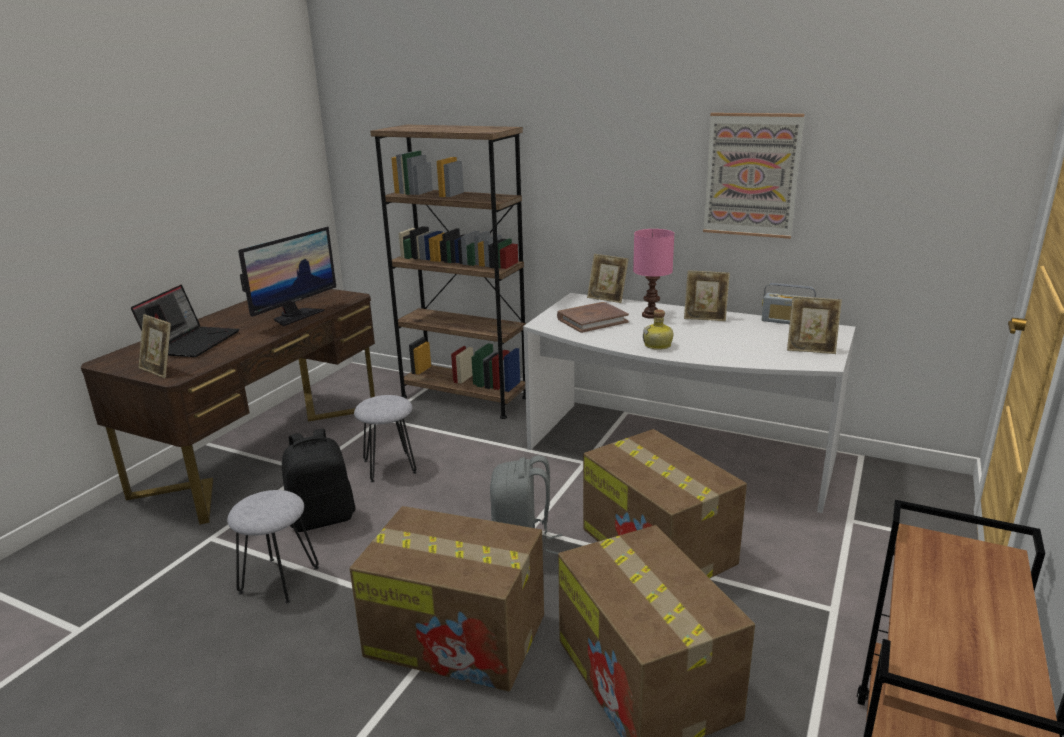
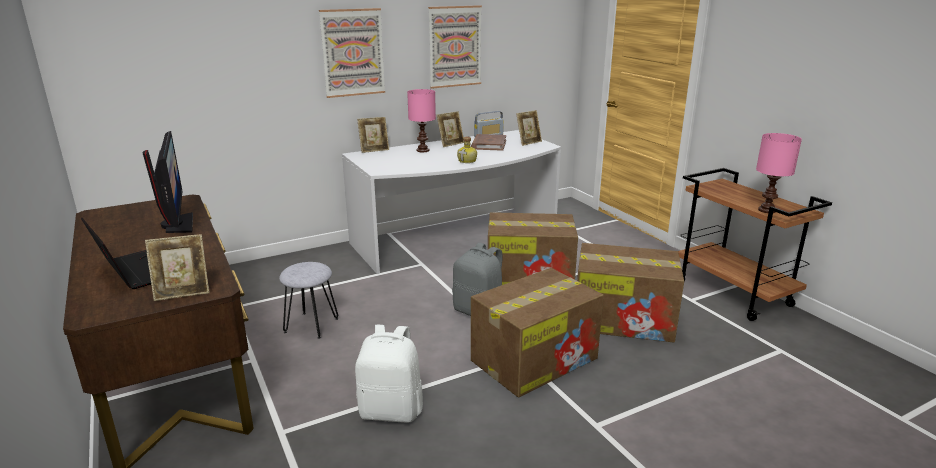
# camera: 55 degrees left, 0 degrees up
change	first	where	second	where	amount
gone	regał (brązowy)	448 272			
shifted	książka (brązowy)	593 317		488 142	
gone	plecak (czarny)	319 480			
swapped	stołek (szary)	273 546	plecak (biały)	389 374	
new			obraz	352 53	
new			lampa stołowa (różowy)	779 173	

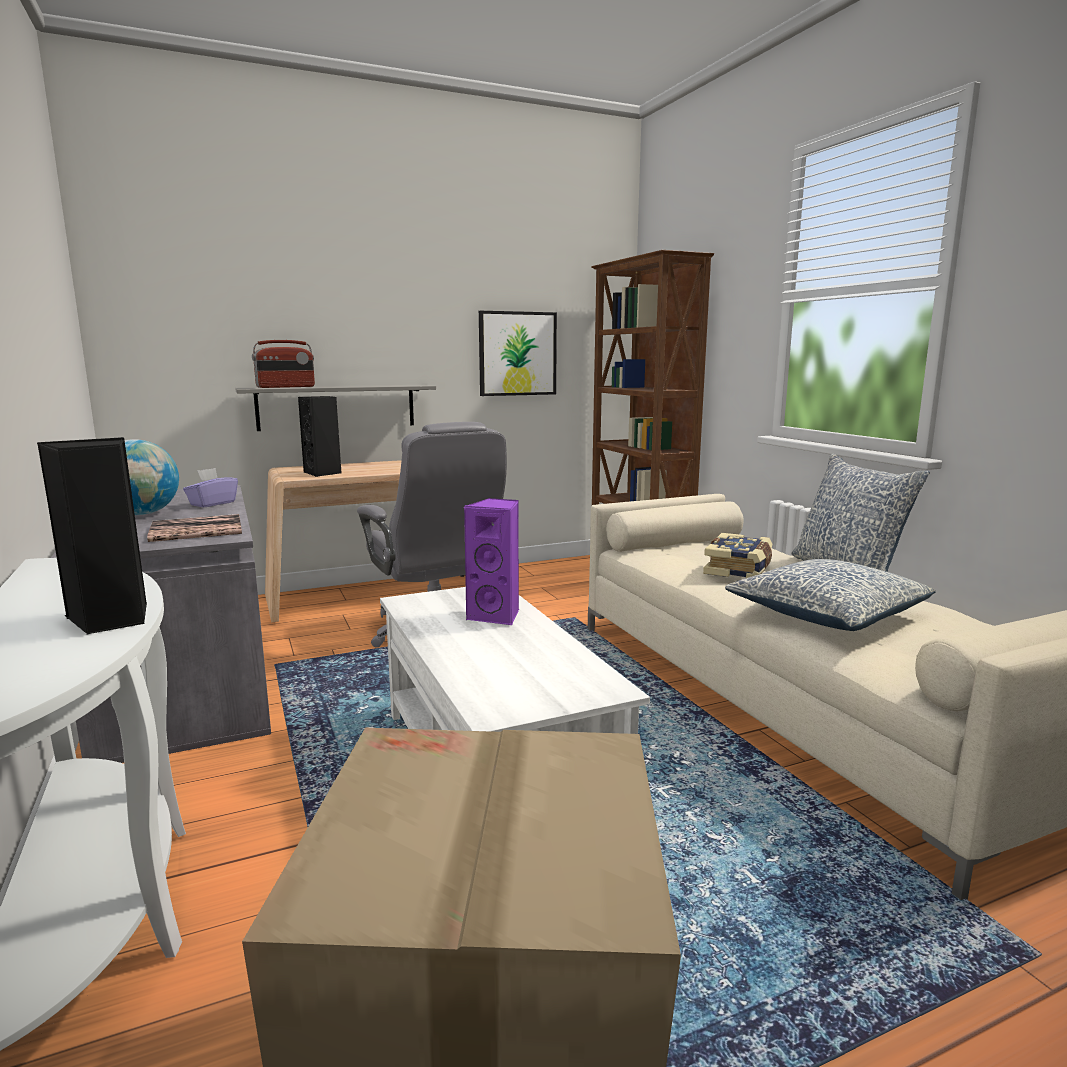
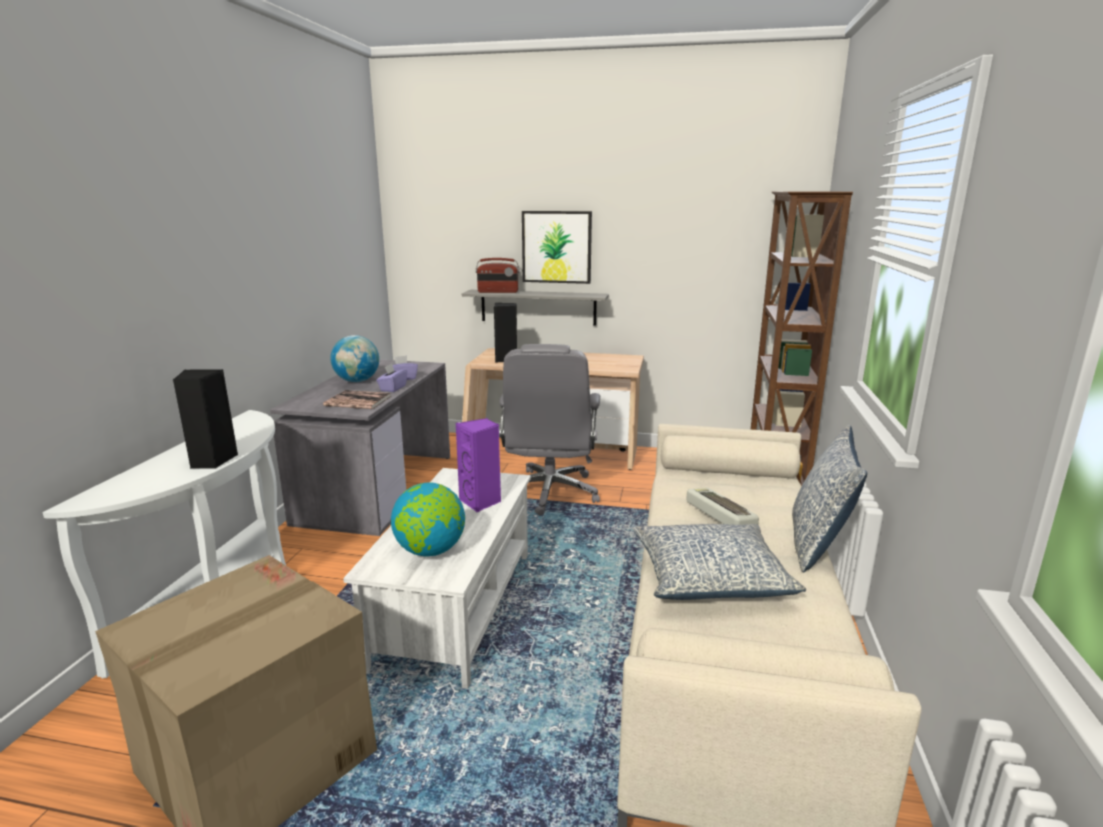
# camera: 35 degrees right, 5 degrees up
change	first	where	second	where	amount
shifted	obraz	518 353		557 247	
swapped	książka	737 555	klawiatura	722 506	
new			pudełko chusteczek (fioletowy)	391 378	
new			globus	428 519	

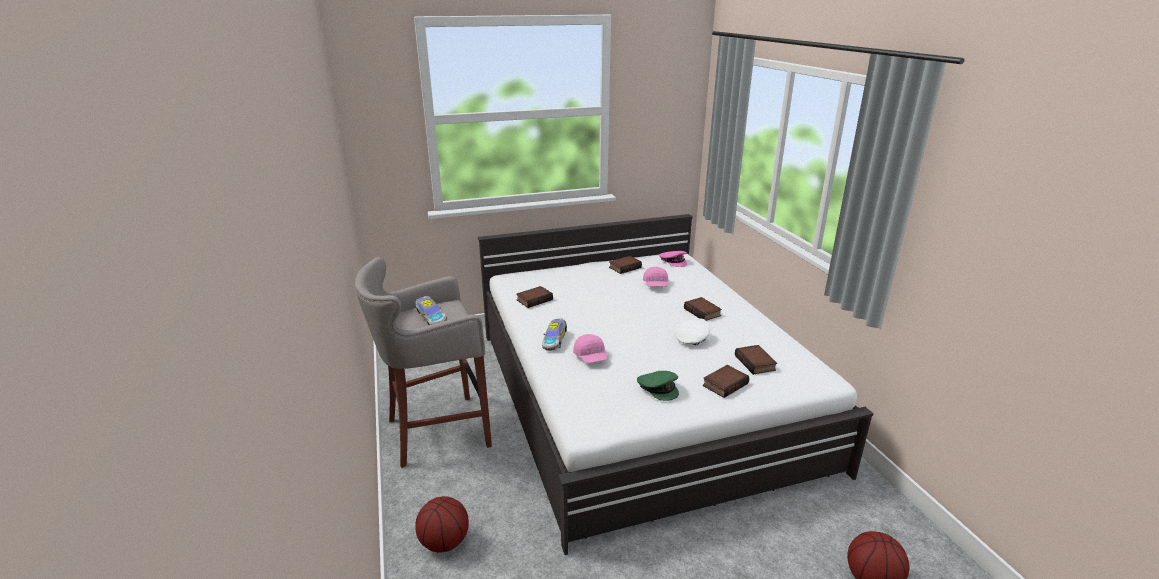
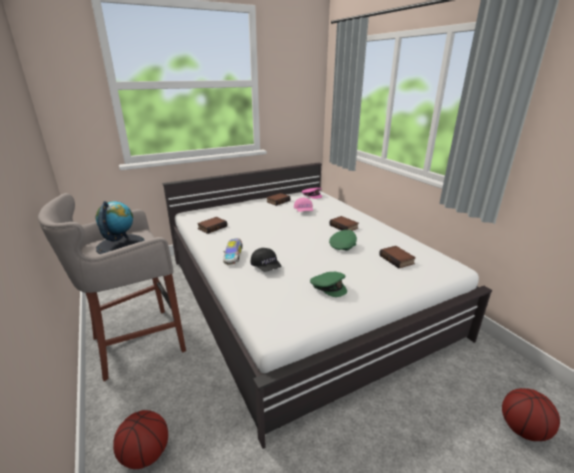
# camera: 10 degrees left, 0 degrees up
change	first	where	second	where	amount
swapped	samochodzik	431 310	globus	120 227	
repainted	czapka z daszkiem (biały)	693 332	czapka z daszkiem (zielony)	343 240	
repainted	czapka z daszkiem (różowy)	590 348	czapka z daszkiem (czarny)	266 260	
gone	książka	726 381			

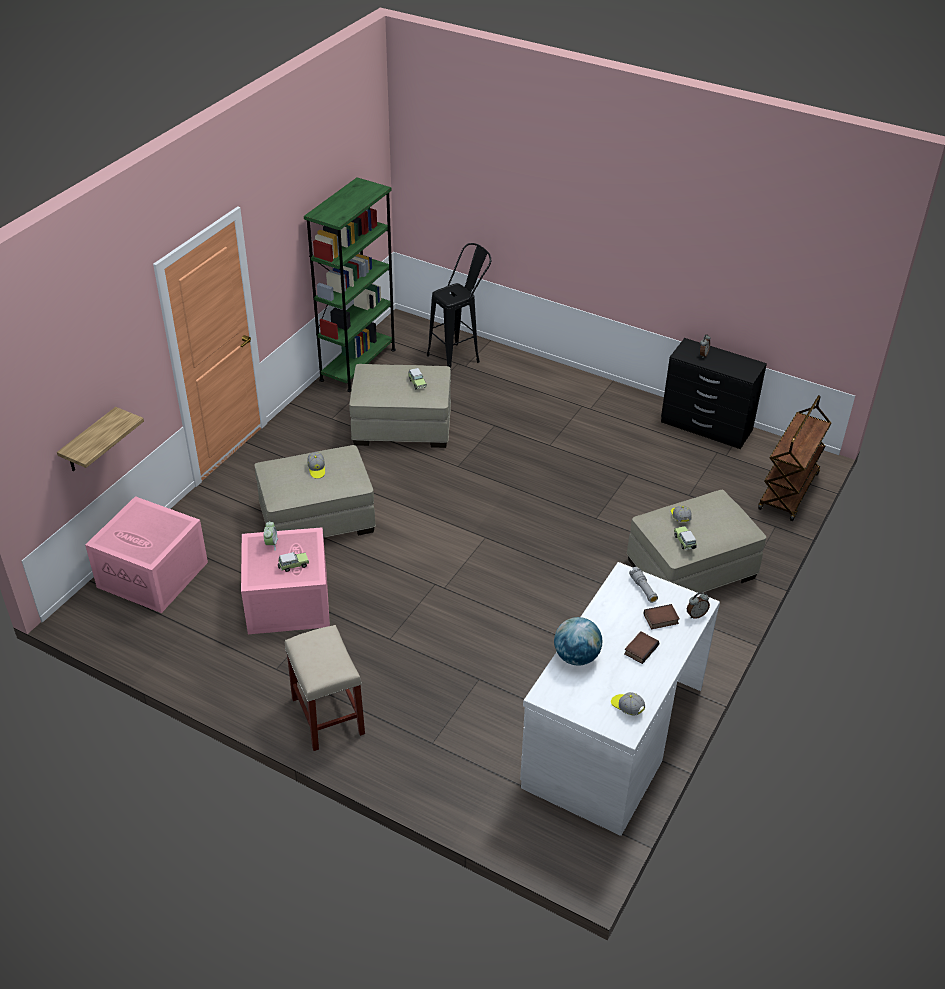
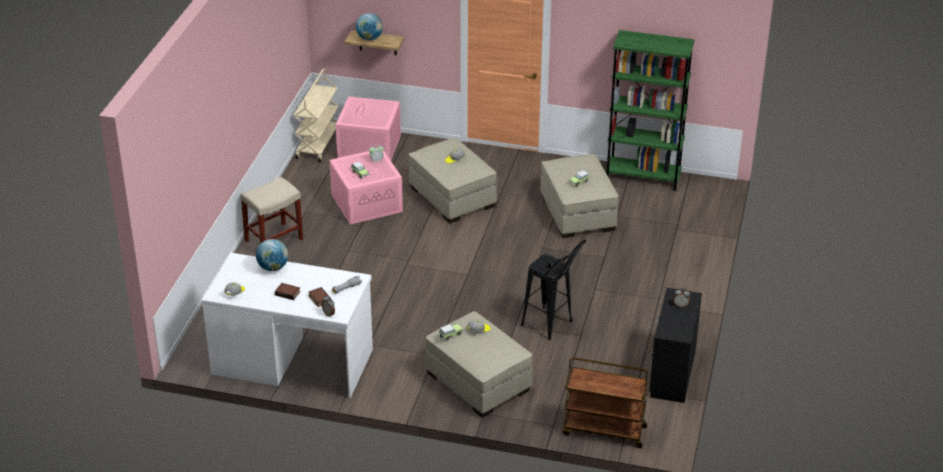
# camera: 75 degrees right, 5 degrees down
change	first	where	second	where	amount
shifted	stołek (czarny)	459 305		553 289	
new			globus	369 27	
new			wózek (beżowy)	316 115	

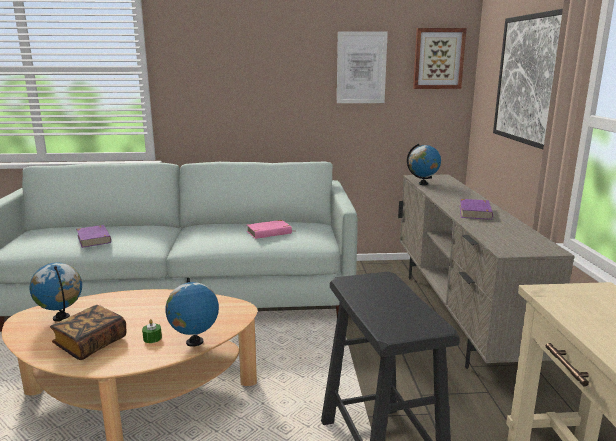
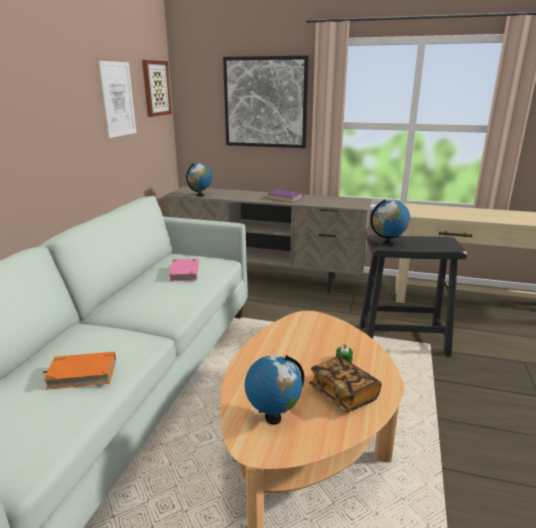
# camera: 70 degrees left, 5 degrees up
change	first	where	second	where	amount
repainted	książka (fioletowy)	93 236	książka (pomarańczowy)	79 371	
shifted	globus	192 312		390 222	

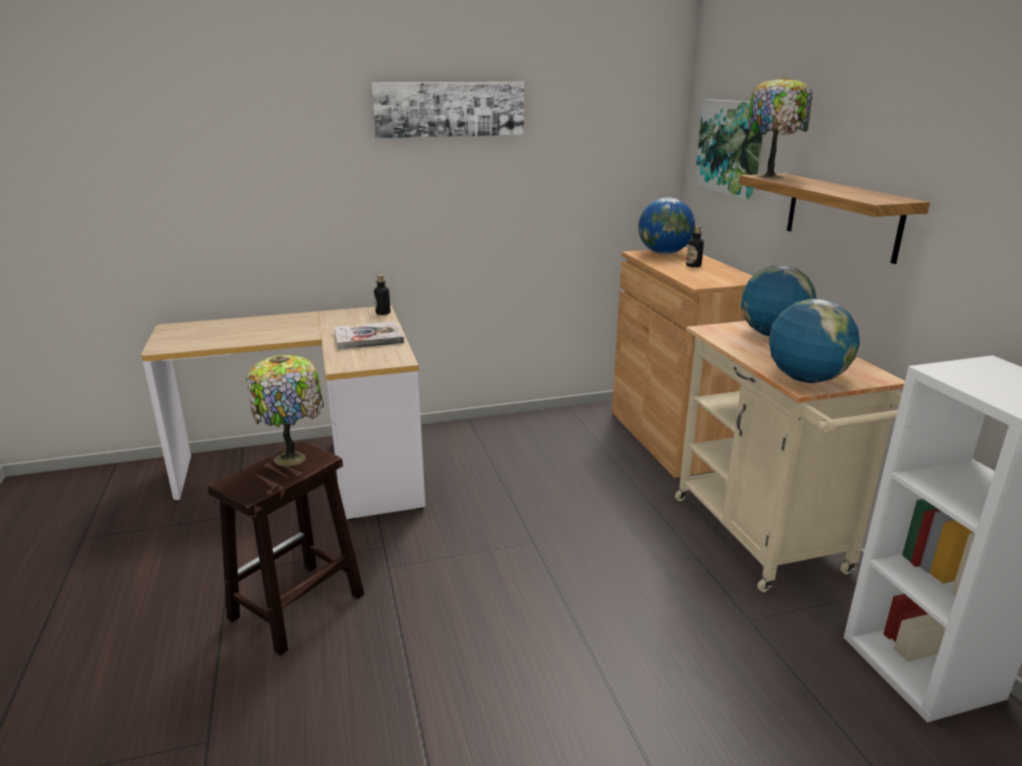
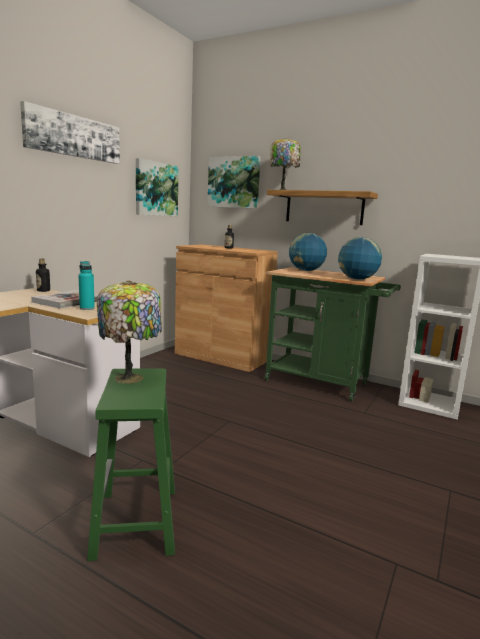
# camera: 45 degrees left, 10 degrees down
change	first	where	second	where	amount
gone	globus	666 225			
repainted	wózek (beżowy)	790 456	wózek (zielony)	333 334	
repainted	stołek (brązowy)	286 548	stołek (zielony)	131 465	
new			obraz	157 187	
new			butelka (turkusowy)	86 285	

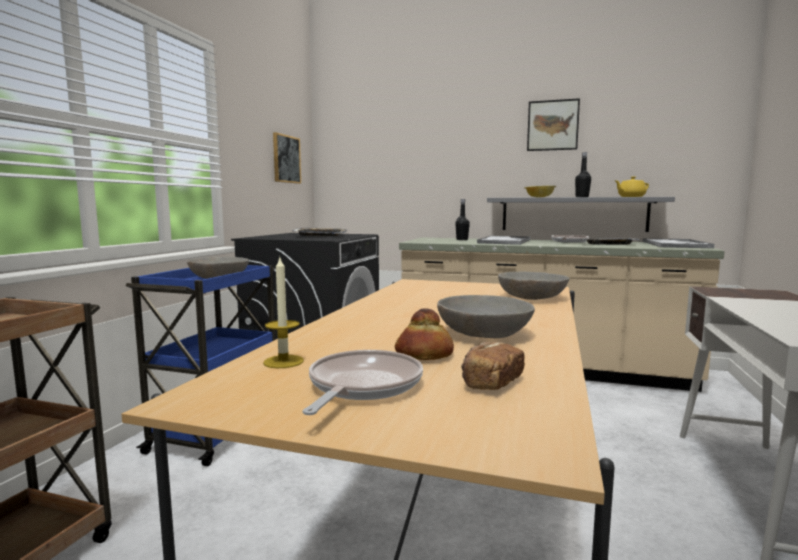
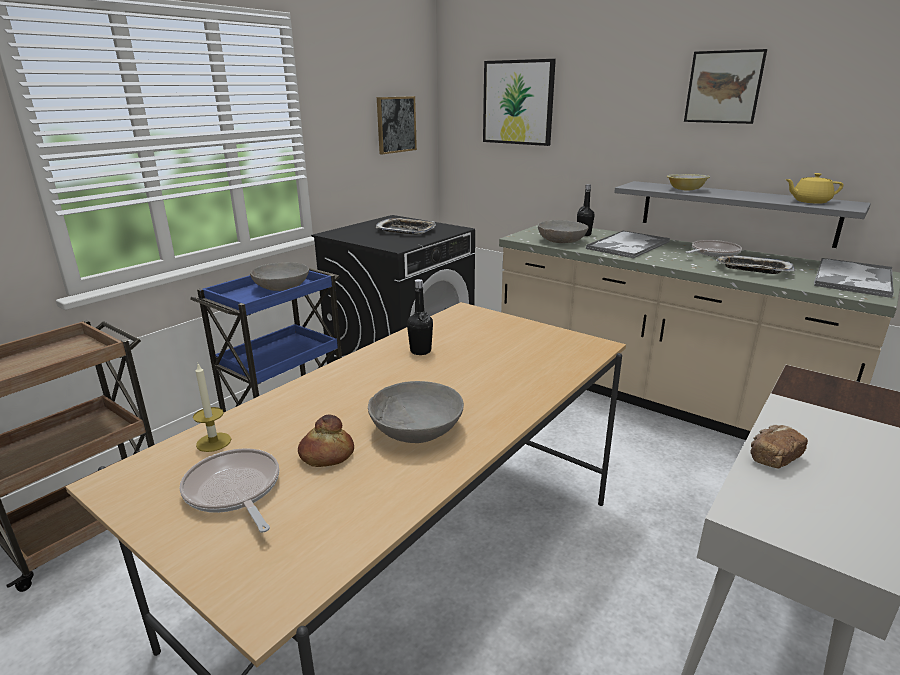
# camera: 20 degrees right, 15 degrees up
change	first	where	second	where	amount
shifted	butelka (czarny)	583 174		420 317	
shifted	miska (szary)	533 285		563 231	
shifted	chleb	493 366		779 447	
rotated	patelnia	362 382		229 490	75 degrees counterclockwise
new			obraz	519 102	

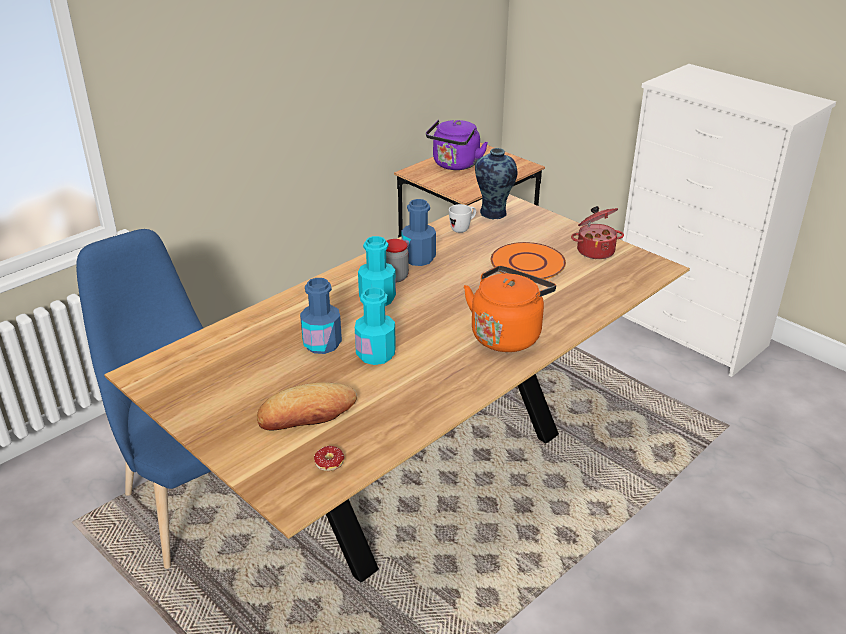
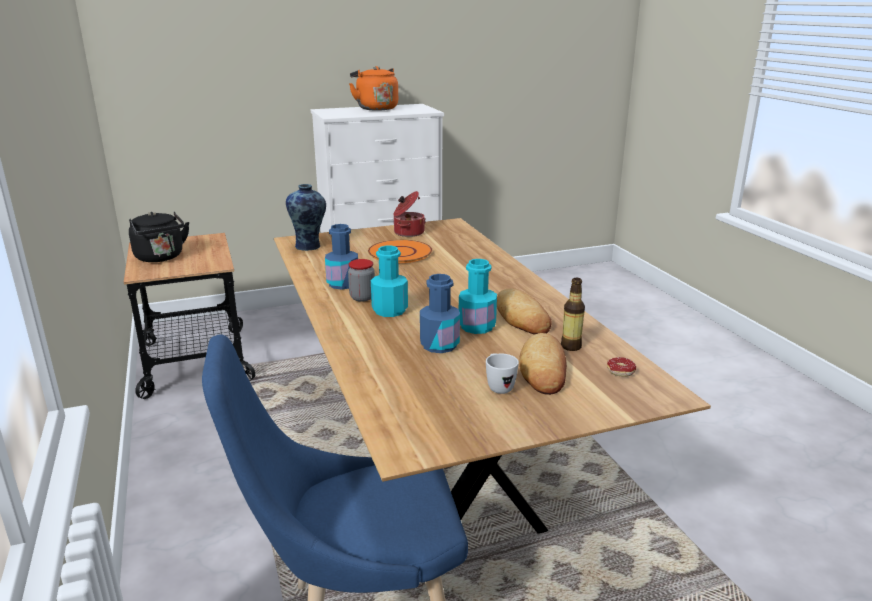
# camera: 65 degrees left, 10 degrees down
change	first	where	second	where	amount
repainted	czajnik (fioletowy)	457 145	czajnik (czarny)	159 236	
shifted	kubek (biały)	462 218		502 373	
shifted	czajnik (pomarańczowy)	510 309		373 88	
new			butelka	573 314	
new			chleb	524 311	

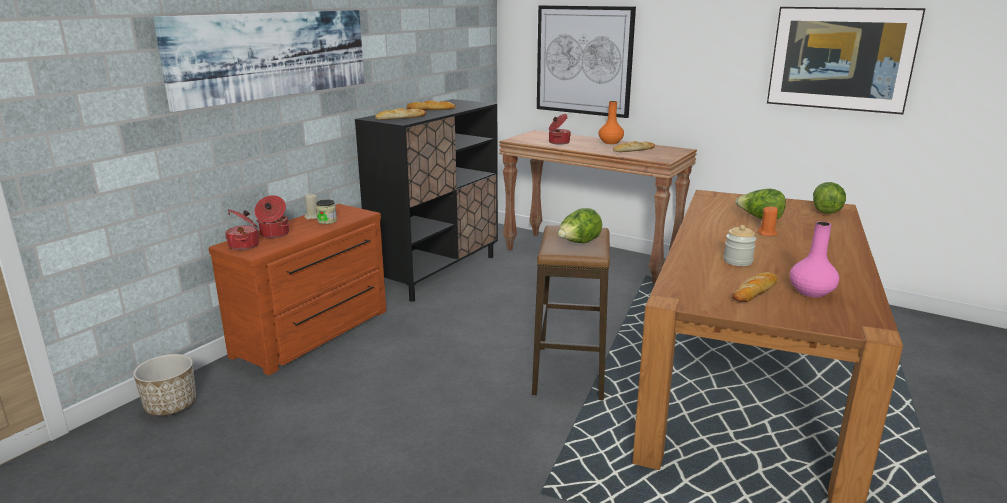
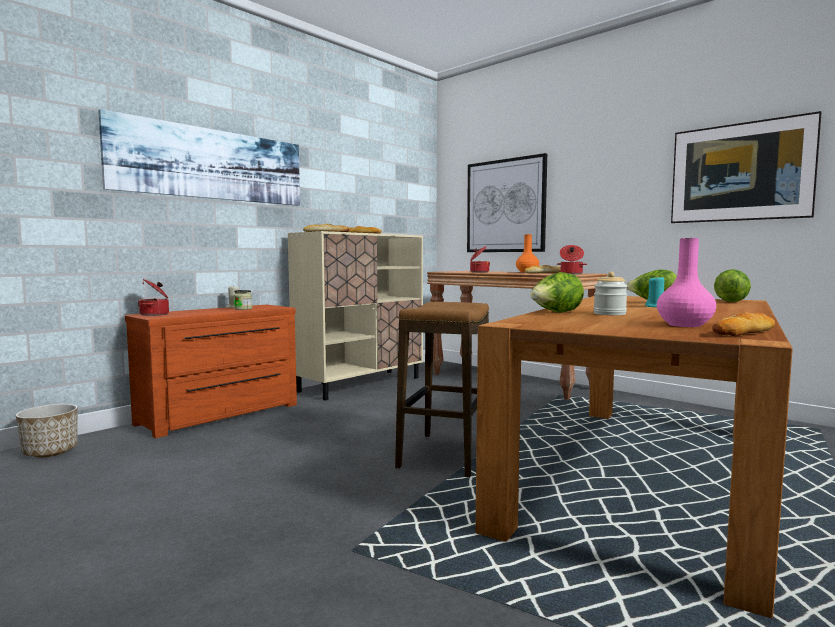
# camera: 10 degrees right, 15 degrees down
change	first	where	second	where	amount
repainted	szafka (czarny)	426 200	szafka (beżowy)	355 315	
shifted	garnek	272 216		572 259	
repainted	świeca (pomarańczowy)	768 221	świeca (turkusowy)	654 291	
shifted	sałata	580 225		557 292	
shifted	chleb	755 287		743 324	

